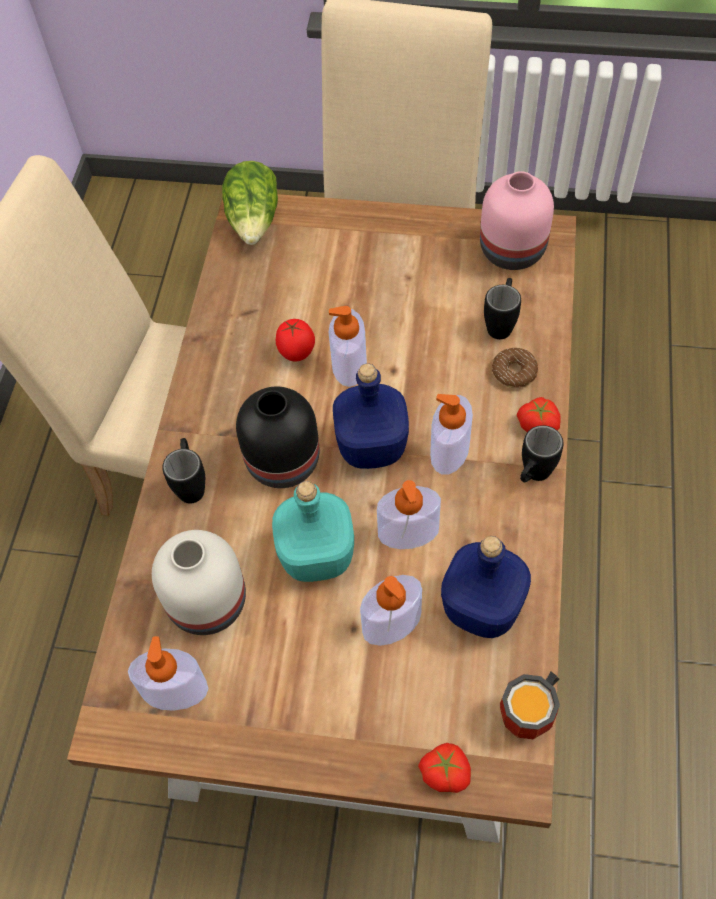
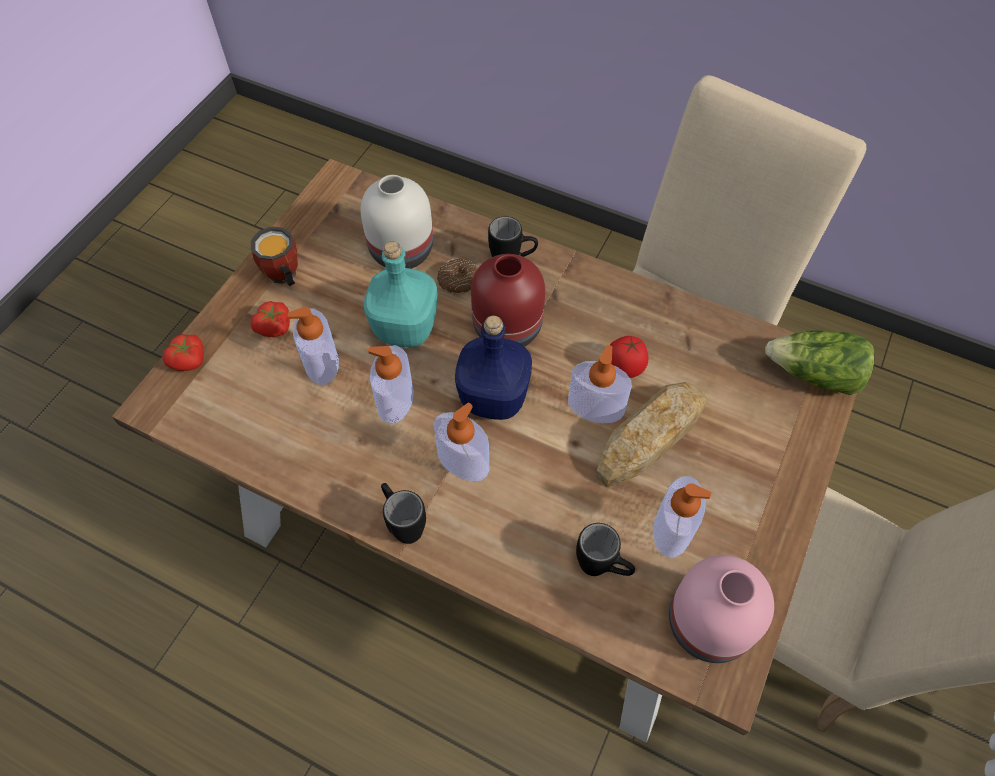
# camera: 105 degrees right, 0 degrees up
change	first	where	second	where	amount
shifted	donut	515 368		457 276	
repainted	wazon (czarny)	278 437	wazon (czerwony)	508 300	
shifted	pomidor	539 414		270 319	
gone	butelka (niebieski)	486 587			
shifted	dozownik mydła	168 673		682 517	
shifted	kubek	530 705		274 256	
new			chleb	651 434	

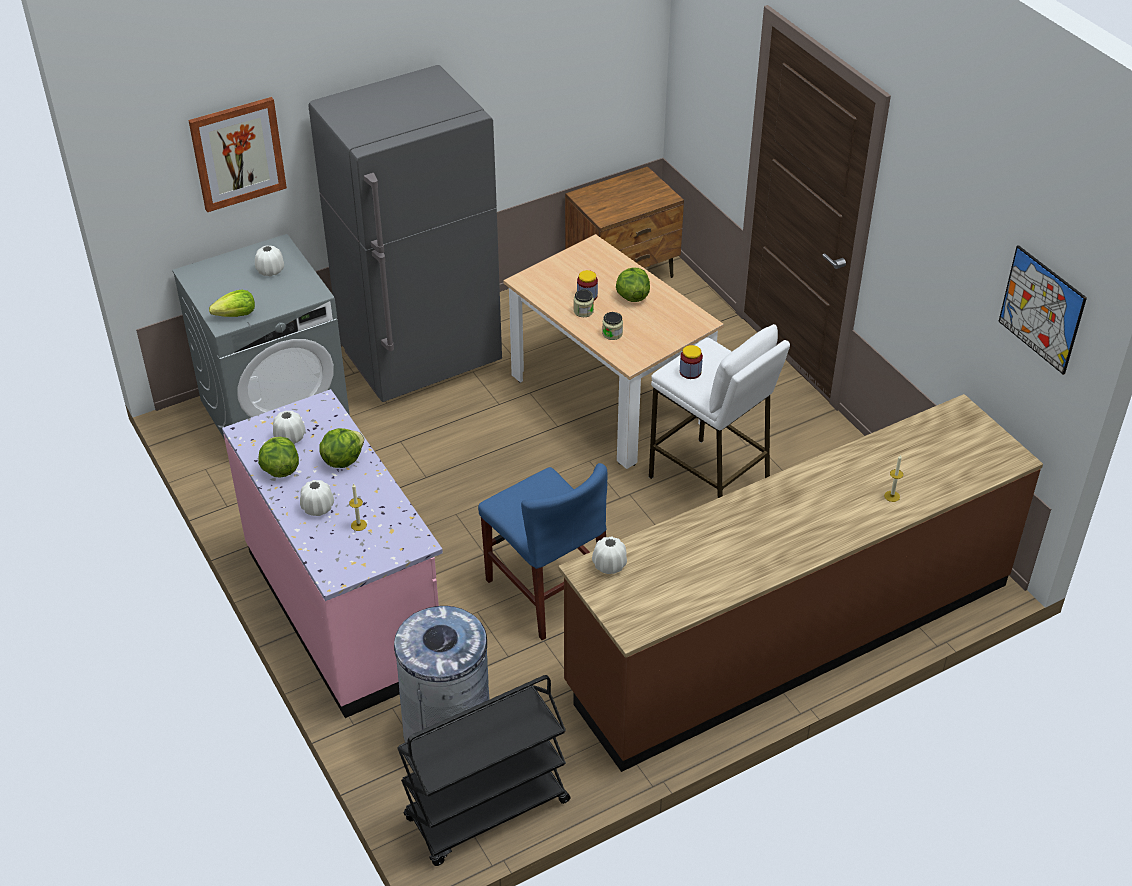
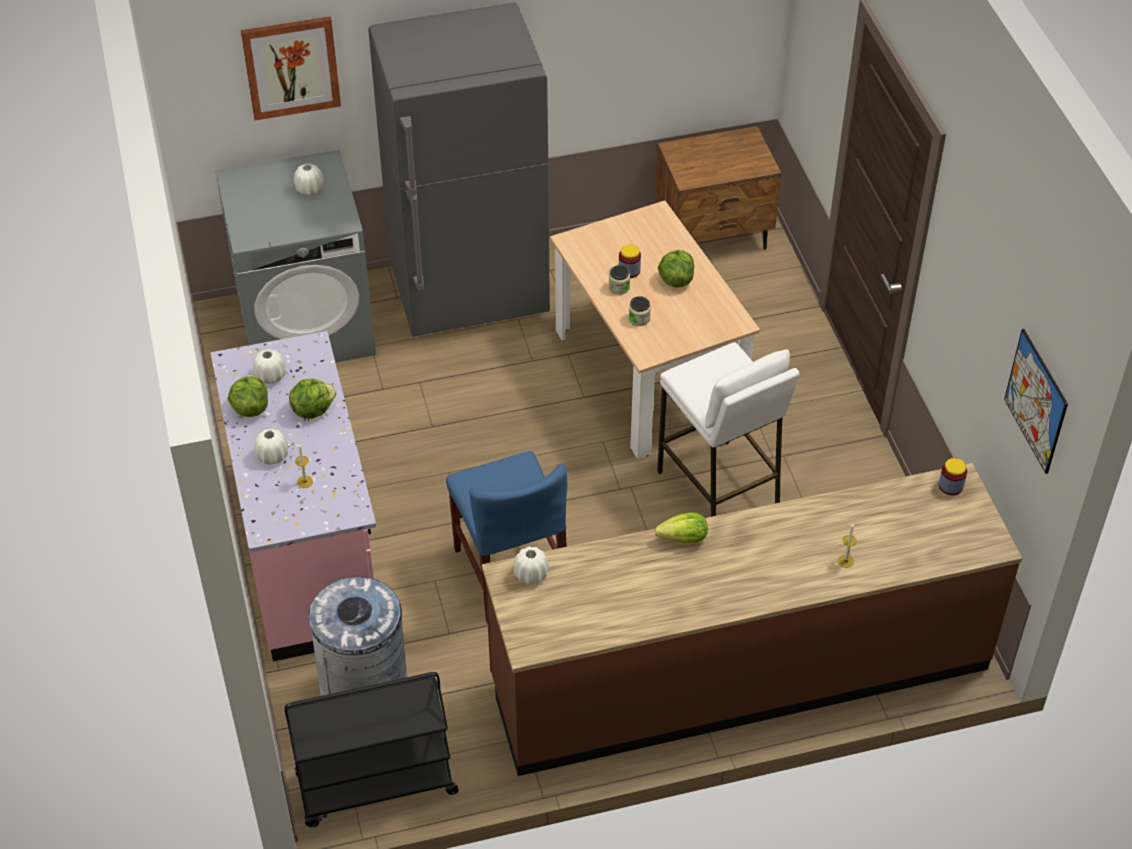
# camera: 15 degrees right, 5 degrees up
change	first	where	second	where	amount
shifted	sałata	232 303		681 527	
shifted	słoik	691 362		953 476	

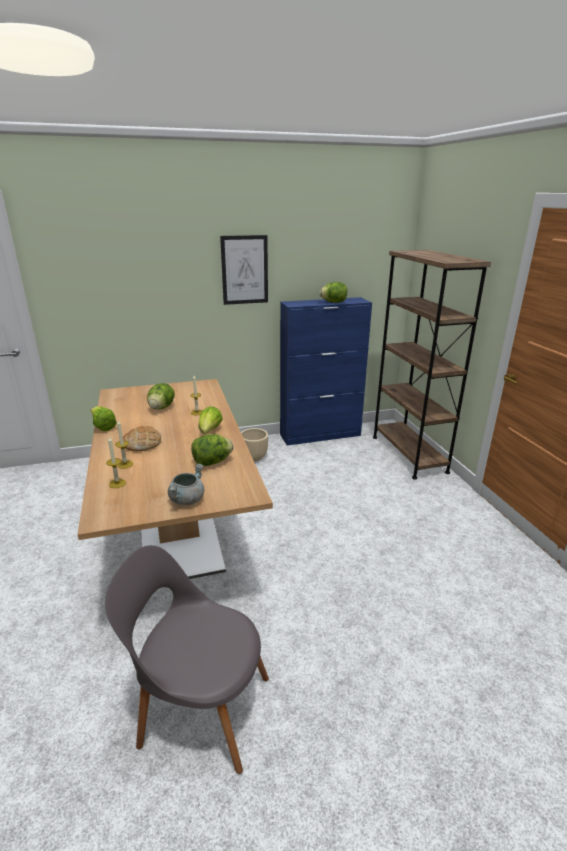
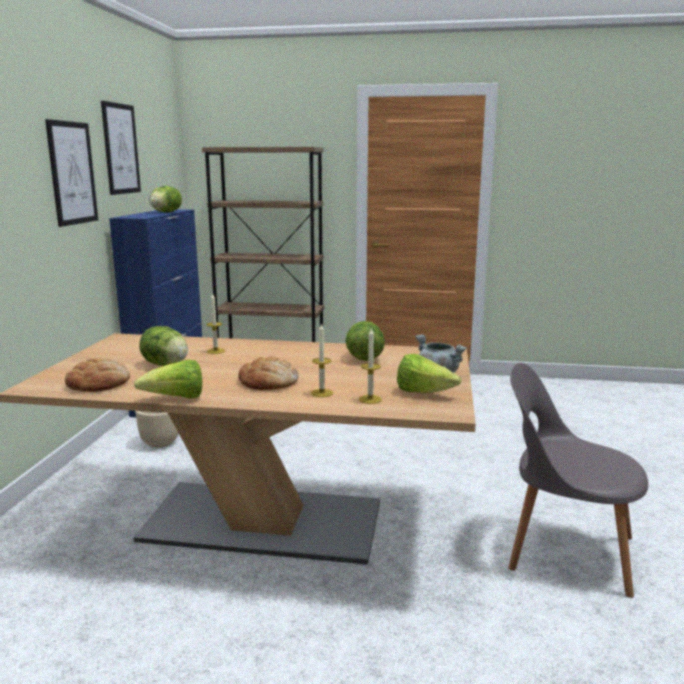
# camera: 65 degrees left, 10 degrees down
change	first	where	second	where	amount
shifted	sałata	211 420		429 373	
rotated	krzesło (szary)	187 659		578 480	75 degrees clockwise
new			obraz	121 148	
new			chleb	97 375	

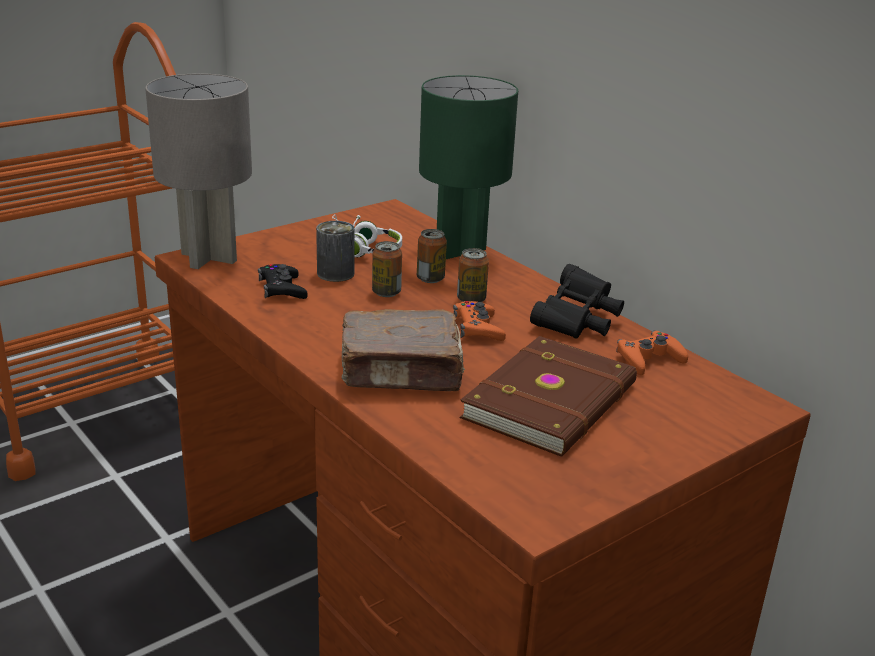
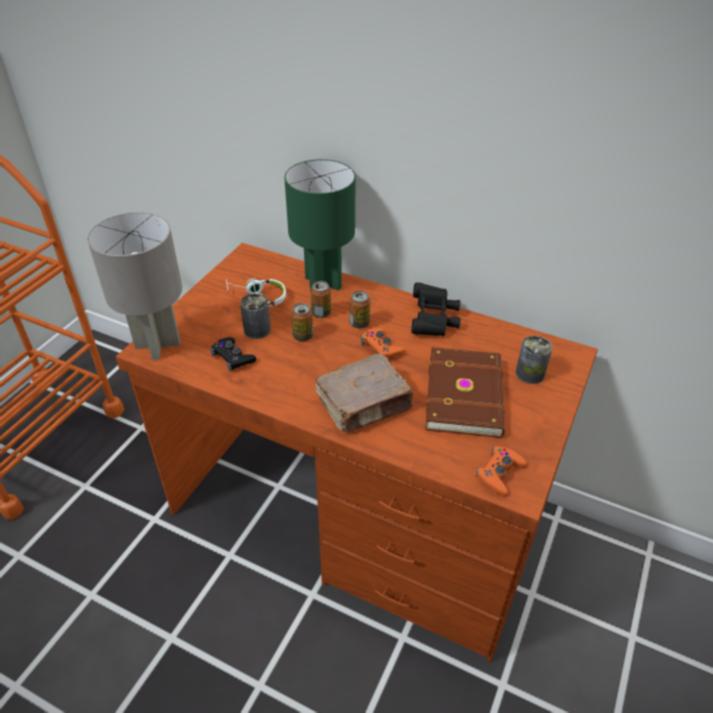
# camera: 25 degrees left, 15 degrees up
change	first	where	second	where	amount
shifted	pad do gier (pomarańczowy)	652 353		501 471	
new			puszka	534 360	

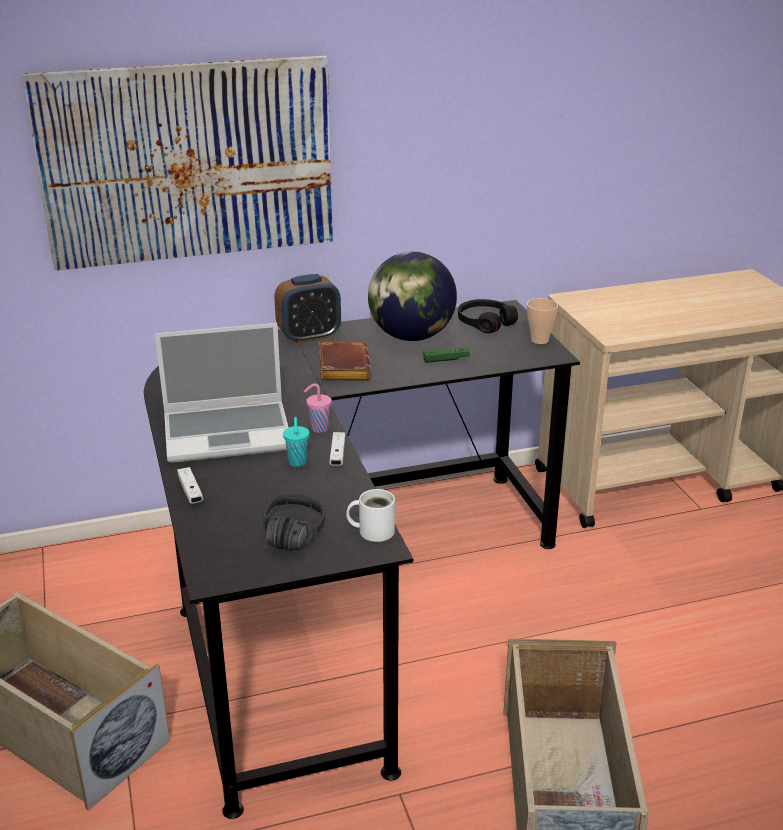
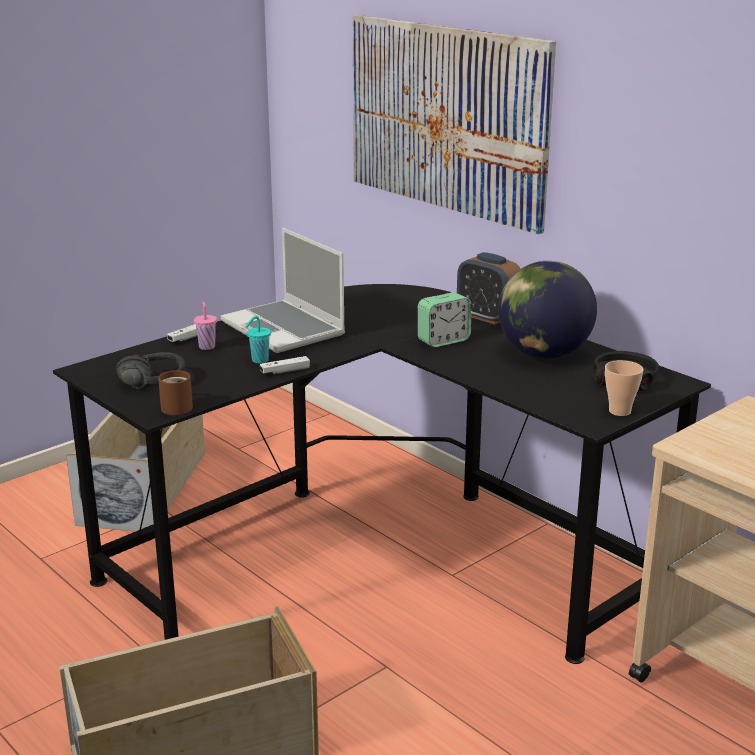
# camera: 65 degrees right, 5 degrees down
change	first	where	second	where	amount
swapped	książka (brązowy)	345 361	budzik	444 319	
gone	pad do gier (zielony)	446 355			
shifted	filiżanka (różowy)	318 408		205 326	
repainted	kubek (biały)	370 515	kubek (brązowy)	175 392	

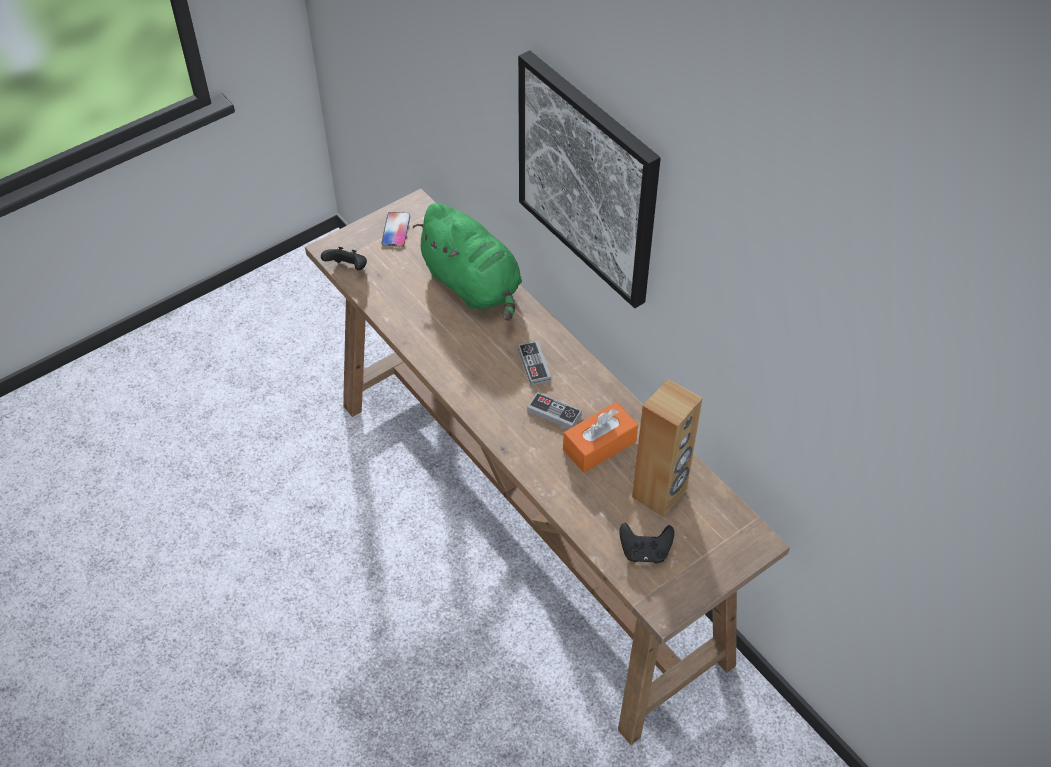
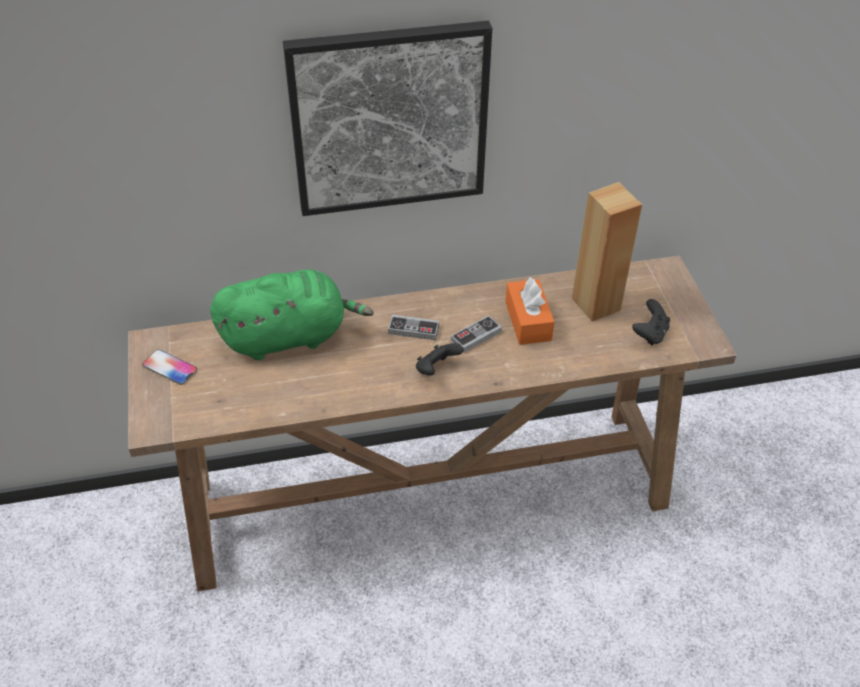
# camera: 65 degrees left, 5 degrees down
change	first	where	second	where	amount
shifted	pad do gier (czarny)	344 258		440 359	

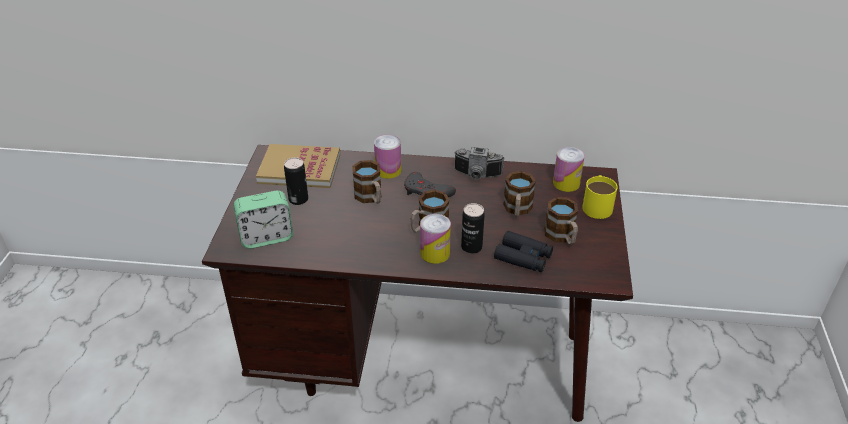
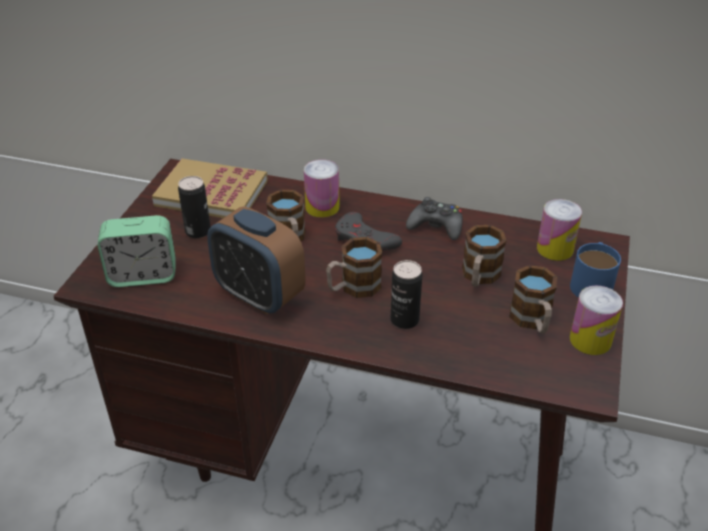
# camera: 10 degrees right, 0 degrees up
change	first	where	second	where	amount
swapped	aparat fotograficzny	479 163	pad do gier (czarny)	434 218	
repainted	kubek (żółty)	600 197	kubek (niebieski)	595 270	
shifted	puszka	435 239		596 320	
gone	lornetka (czarny)	523 251			
new			budzik	256 260	

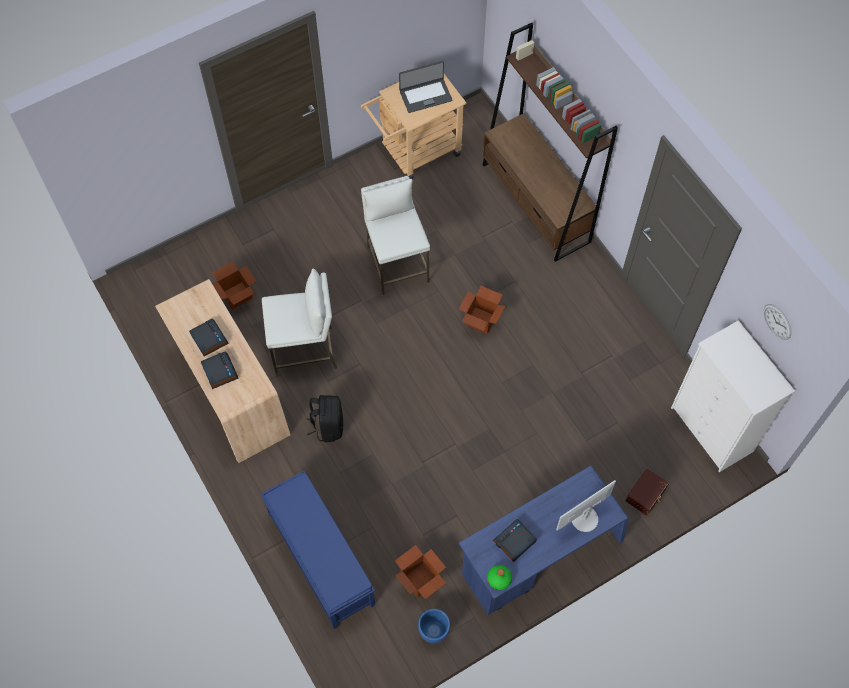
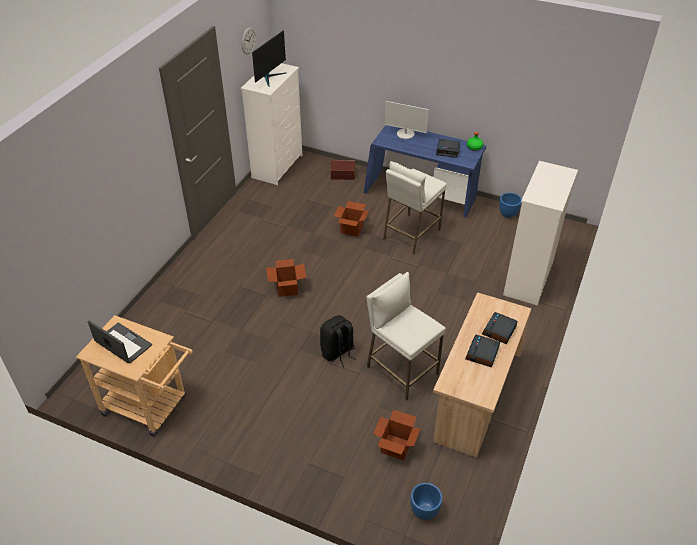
# camera: 125 degrees left, 20 degrees down
change	first	where	second	where	amount
gone	regał (brązowy)	550 142			
shifted	stołek (biały)	395 236		415 207	
shifted	plecak (czarny)	325 418		338 341	
swapped	ławka (niebieski)	317 550	komoda (biały)	540 233	
shifted	karton	420 572		351 219	
new			monitor	269 58	
new			donica (niebieski)	426 501	

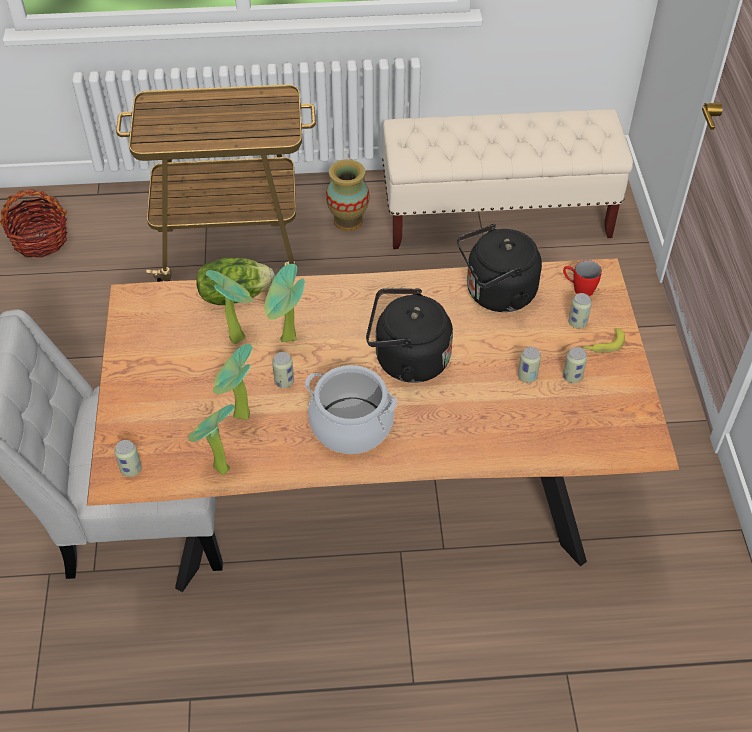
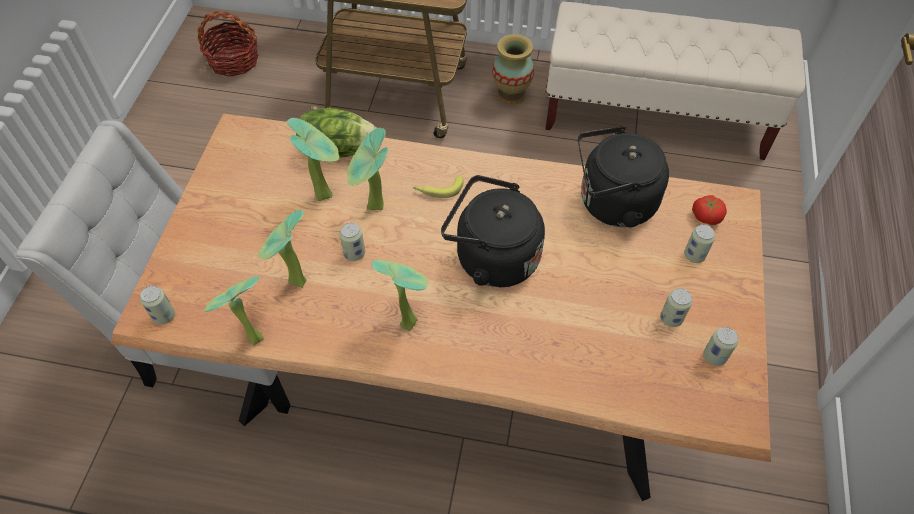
# camera: 15 degrees right, 5 degrees up
change	first	where	second	where	amount
swapped	kubek (czerwony)	582 278	pomidor	709 210	
shifted	banan	604 340		438 186	
shifted	puszka	529 365		720 346	
swapped	garnek	351 409	roślina doniczkowa	399 295	

